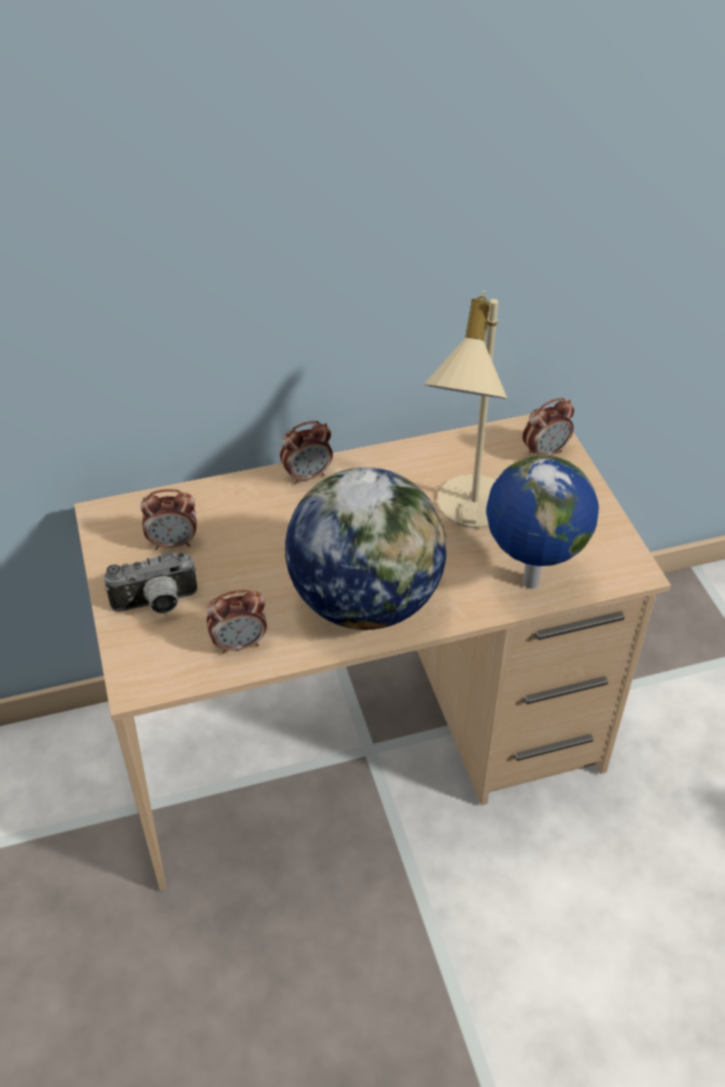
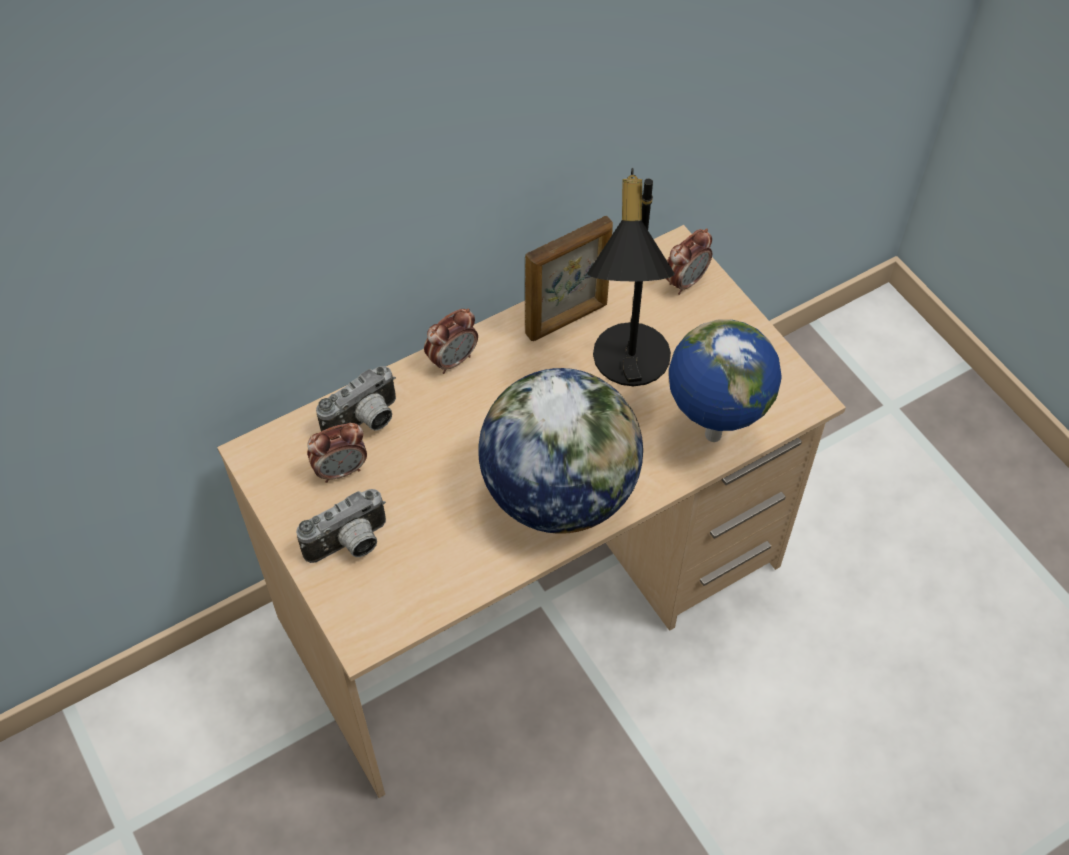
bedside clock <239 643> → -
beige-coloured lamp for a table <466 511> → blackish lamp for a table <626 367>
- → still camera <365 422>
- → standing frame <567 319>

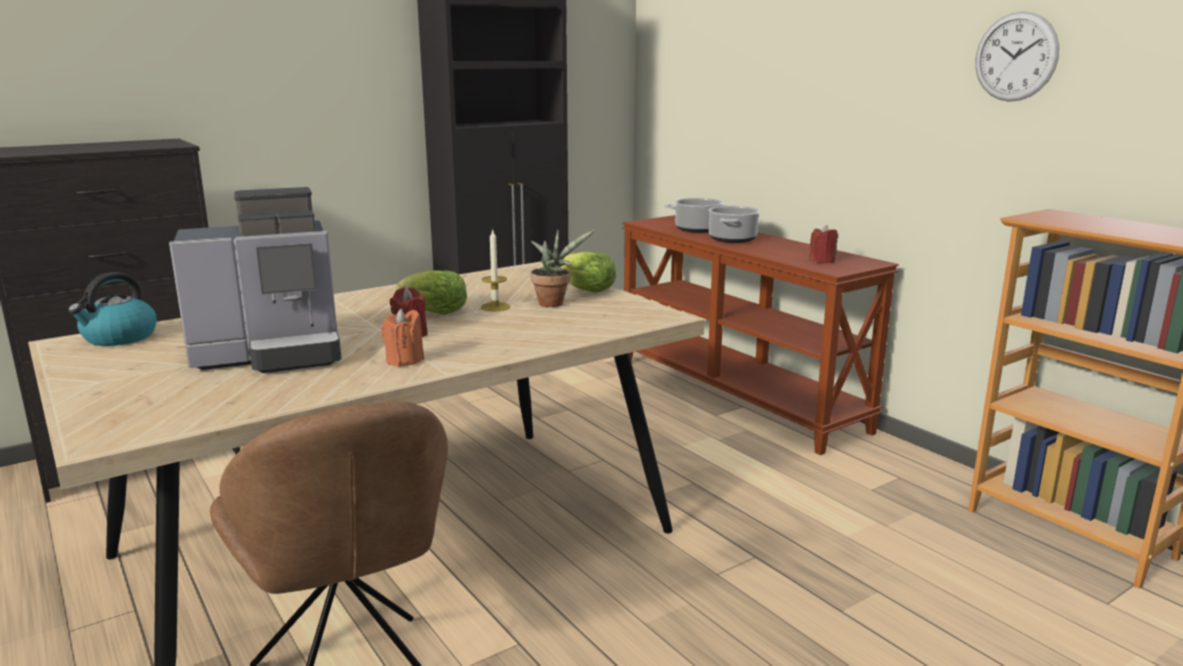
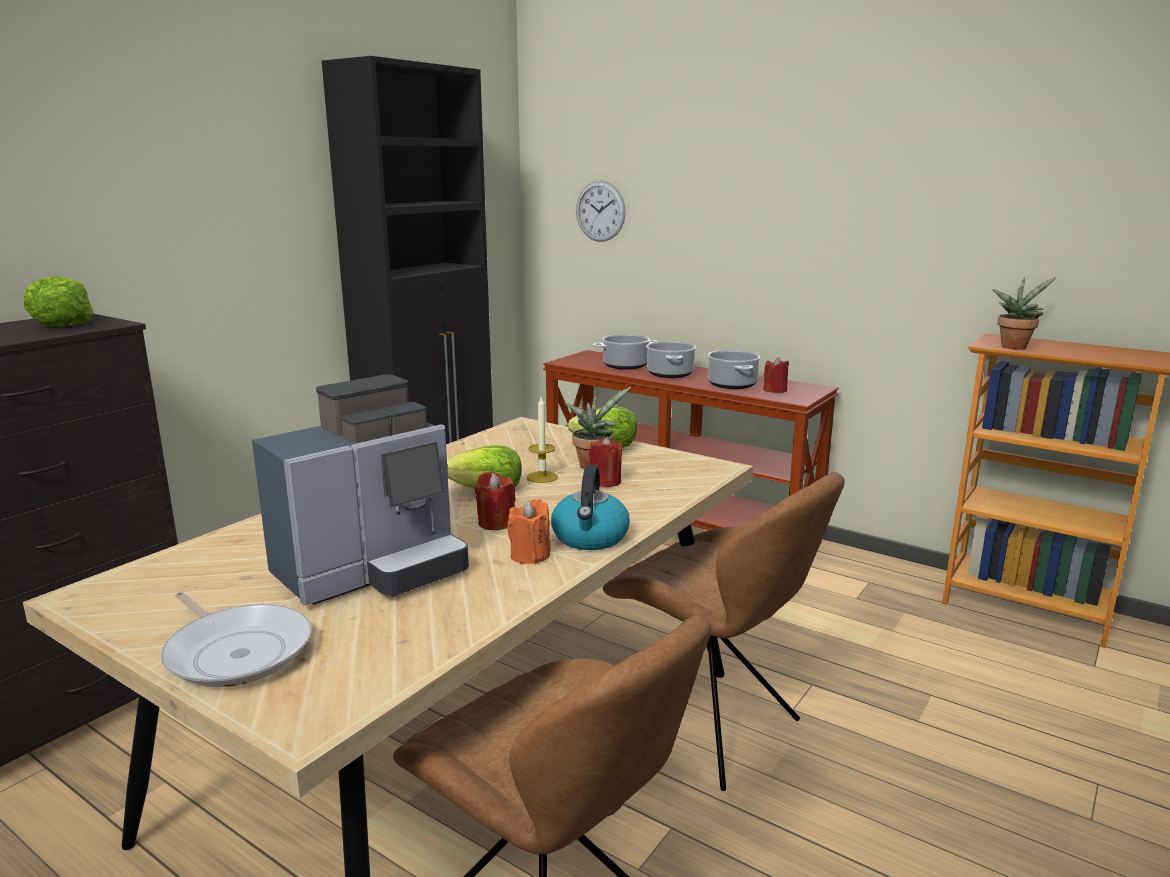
kettle <119 338> → kettle <590 538>, shifted
hanging clock <1015 57> → hanging clock <600 211>, shifted
- → lettuce head <63 323>
- → skillet <236 651>
- → red candle <605 481>
- → brown upright chair <709 727>
- → stockpot <731 384>
- → houseplant <1014 346>

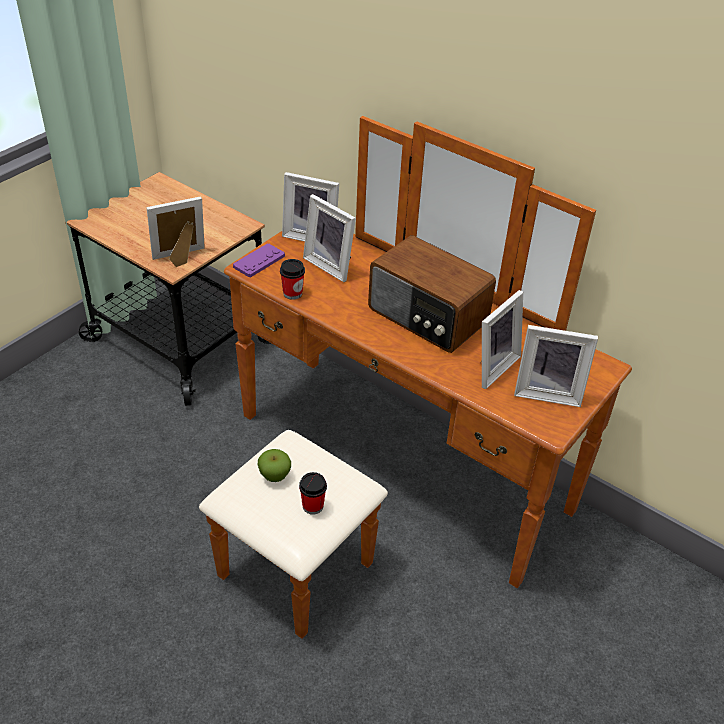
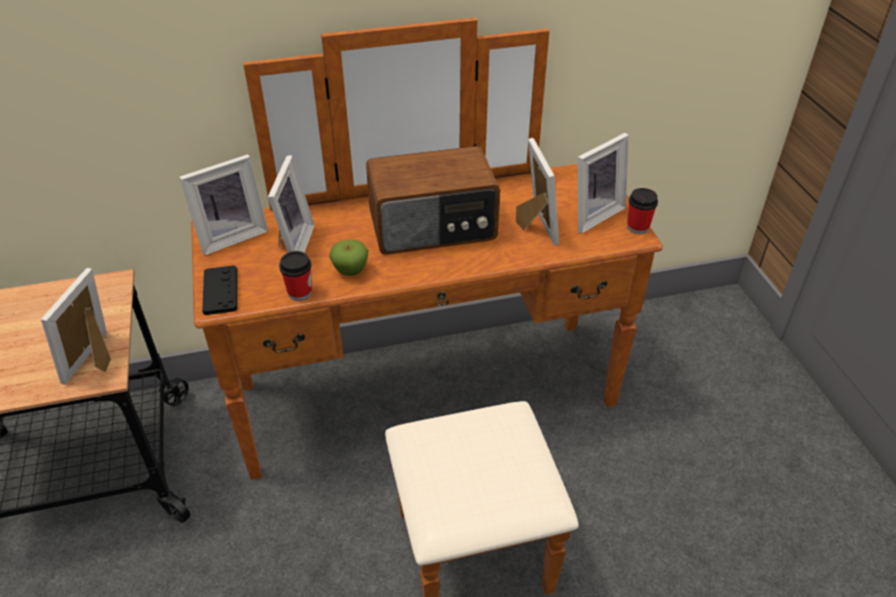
purplish joypad <259 261> → blackish joypad <220 291>
whole apple <274 476> → whole apple <350 271>, shifted
drinking cup <313 506> → drinking cup <637 227>, shifted
standing frame <331 265> → standing frame <291 245>, 75 degrees counterclockwise

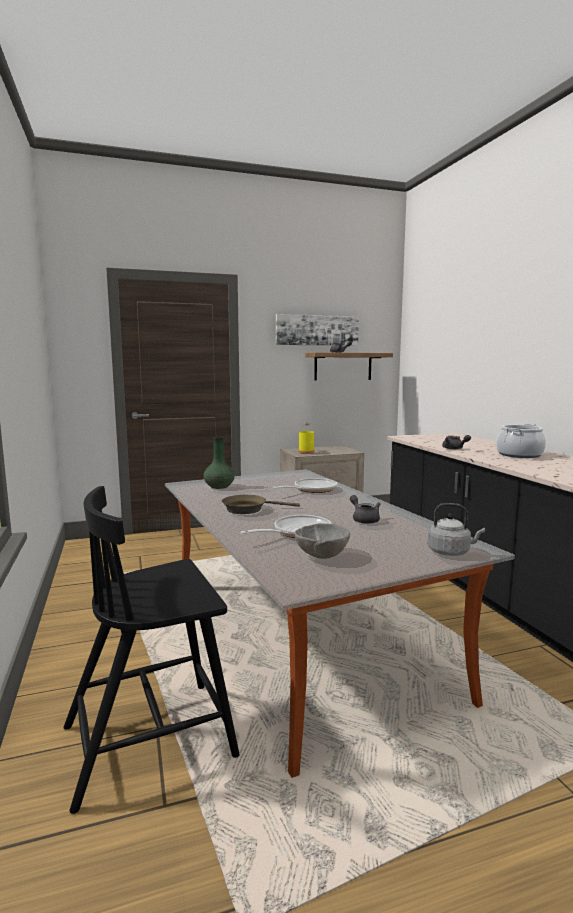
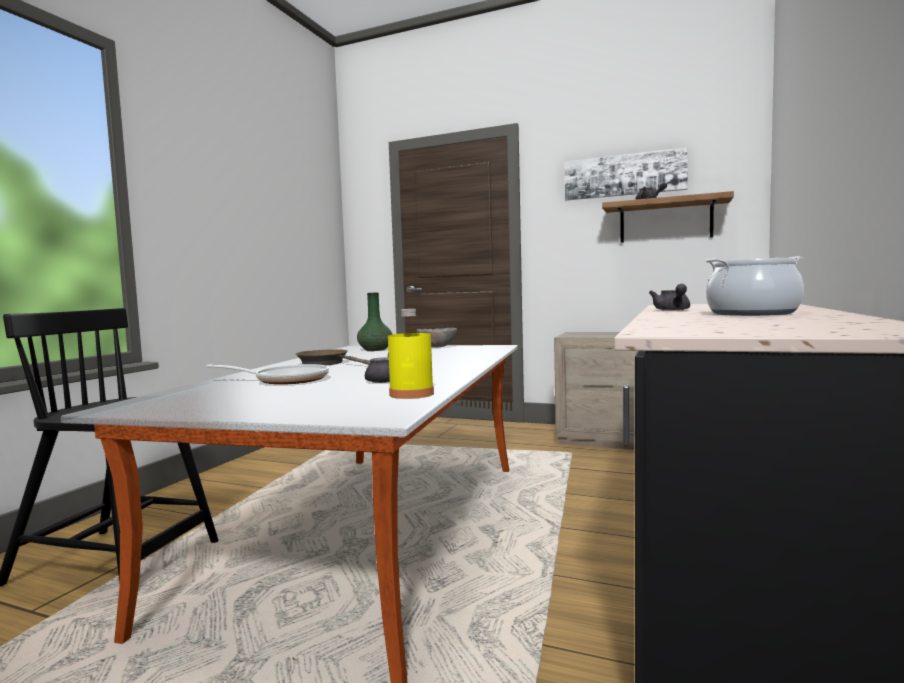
skillet <312 489> → -
gray bowl <322 556> → gray bowl <436 347>, shifted
yellowish drink bottle <306 452> → yellowish drink bottle <411 394>, shifted
gray kettle <451 552> → -

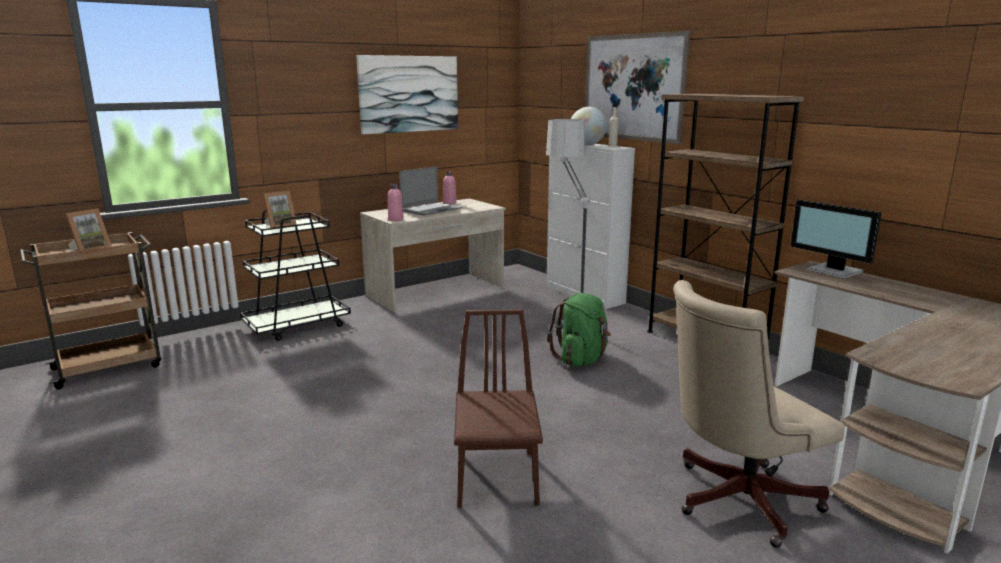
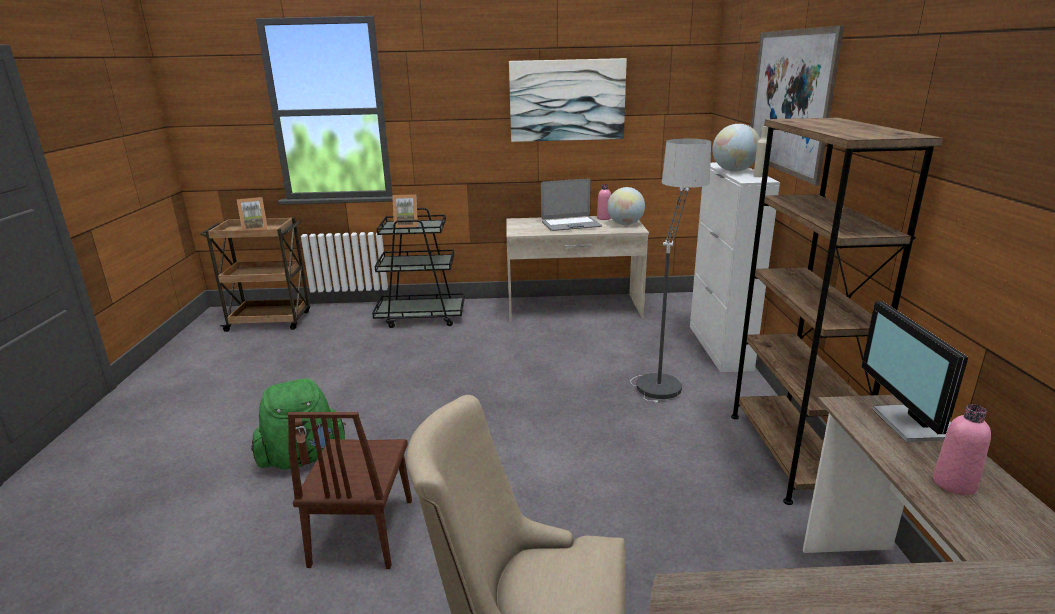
pink-coloured drink bottle <395 219> → pink-coloured drink bottle <954 484>, shifted
brown upright chair <496 478> → brown upright chair <362 531>, 150 degrees clockwise
green backpack <581 359> → green backpack <303 458>, shifted
- → globe <625 224>

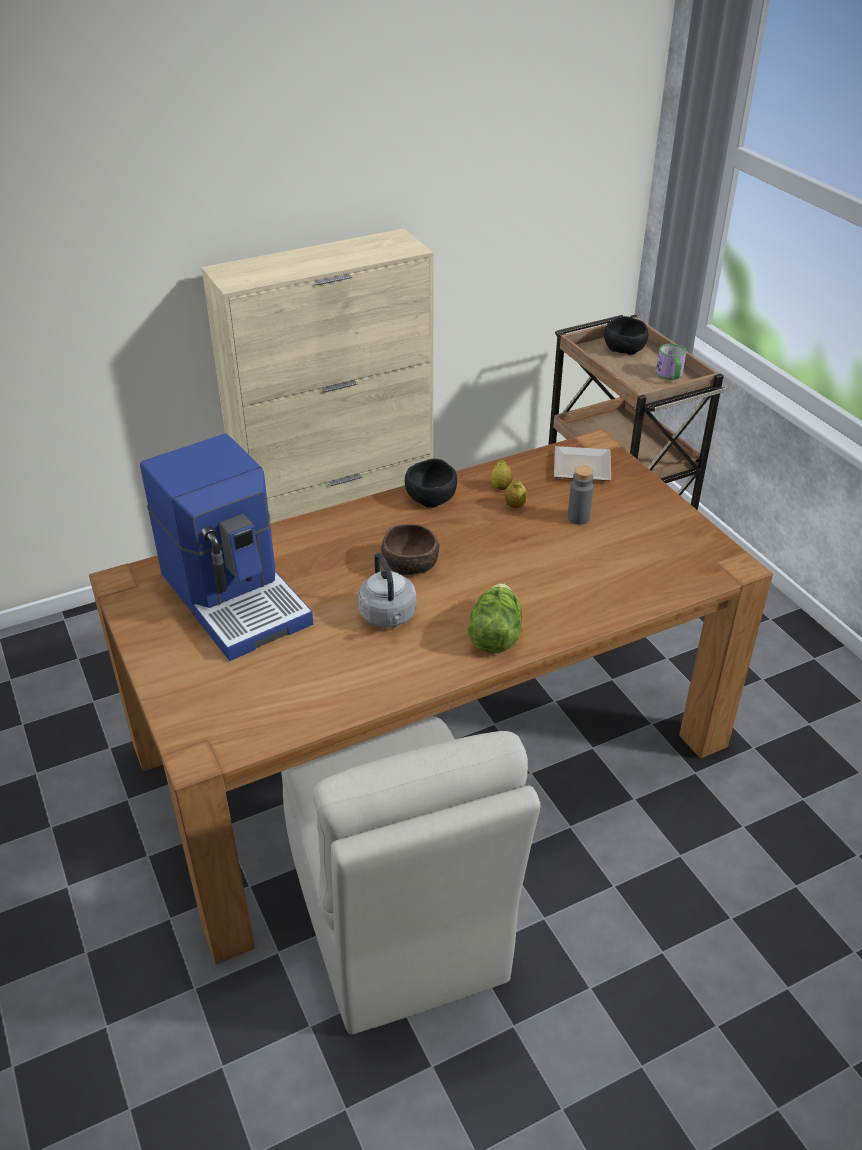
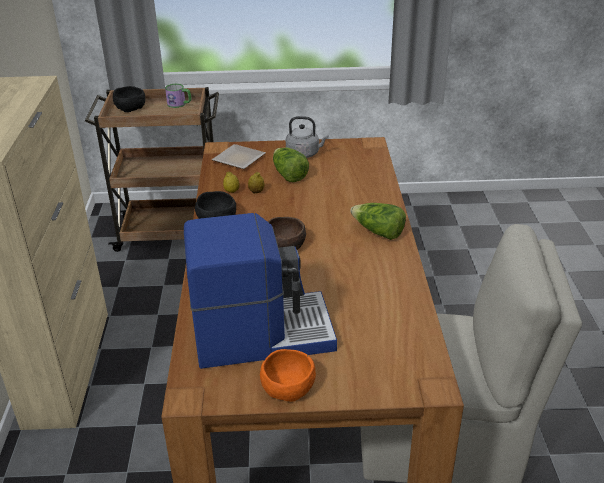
gray kettle <388 617> → gray kettle <304 154>, shifted
gray drink bottle <578 518> → lettuce head <288 175>
- → orangey bowl <289 387>

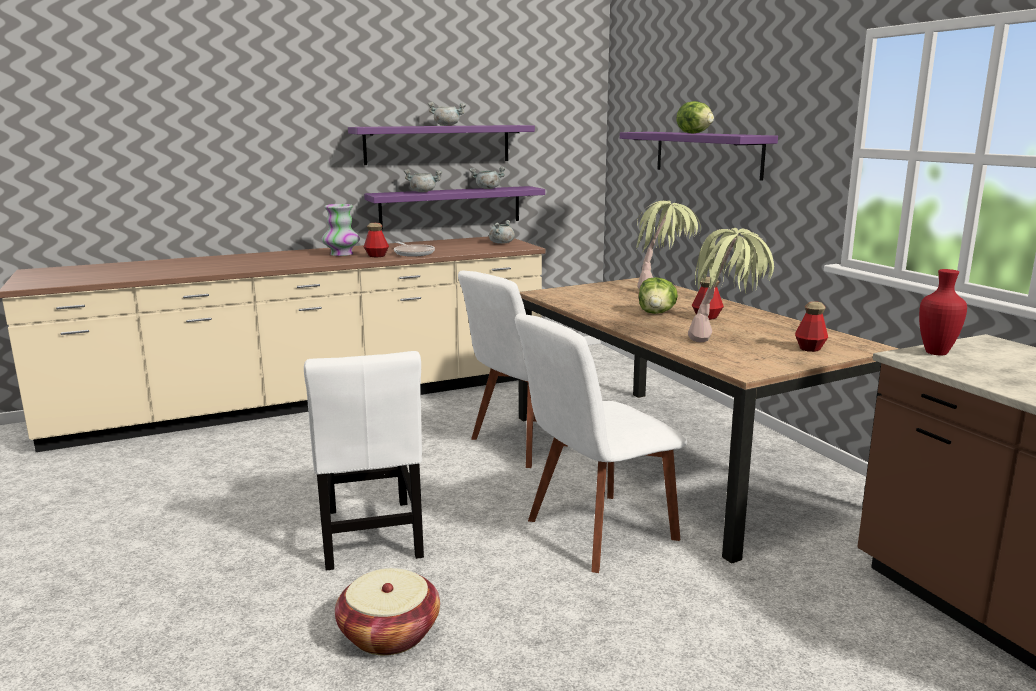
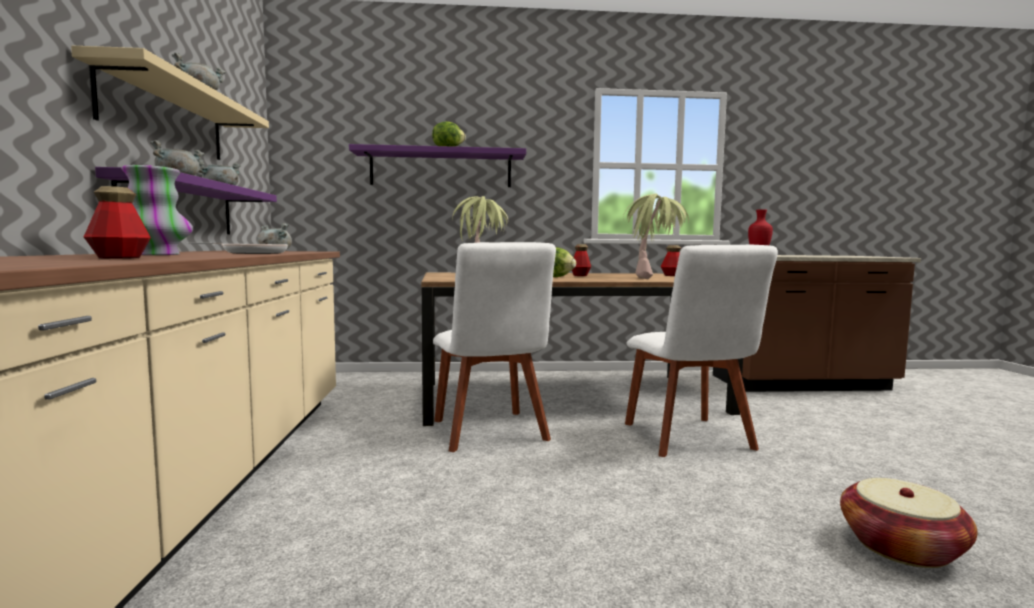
white-coloured upright chair <371 537> → -
purplish wall shelf <437 144> → beige-coloured wall shelf <166 117>
drink bottle <376 256> → drink bottle <119 258>, shifted

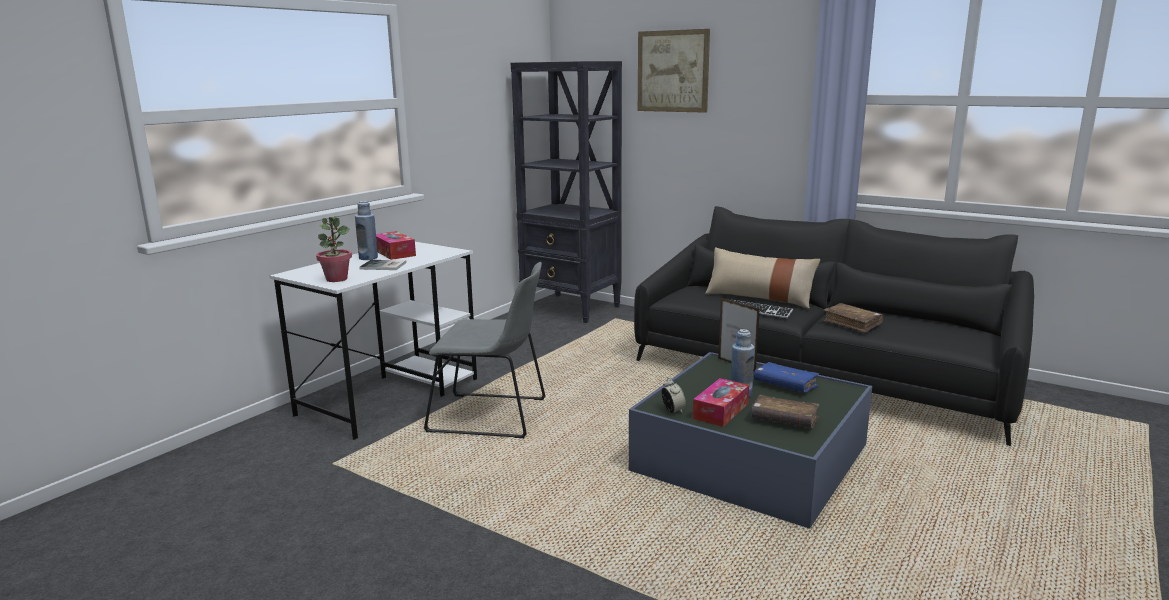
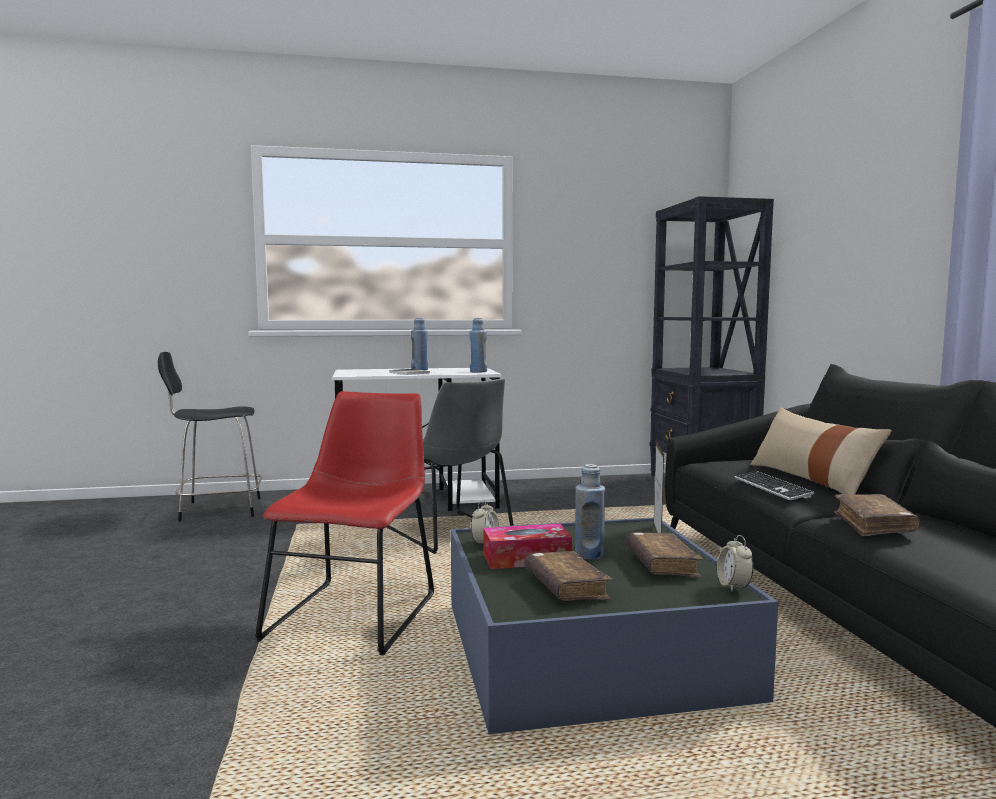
houseplant <336 279> → -
tissue box <394 253> → -
picture <673 71> → -
bluish volume <785 385> → brown volume <662 565>
- → blackish upright chair <217 509>
- → red upright chair <356 613>
- → bluish drink bottle <478 371>
- → bedside clock <733 586>

